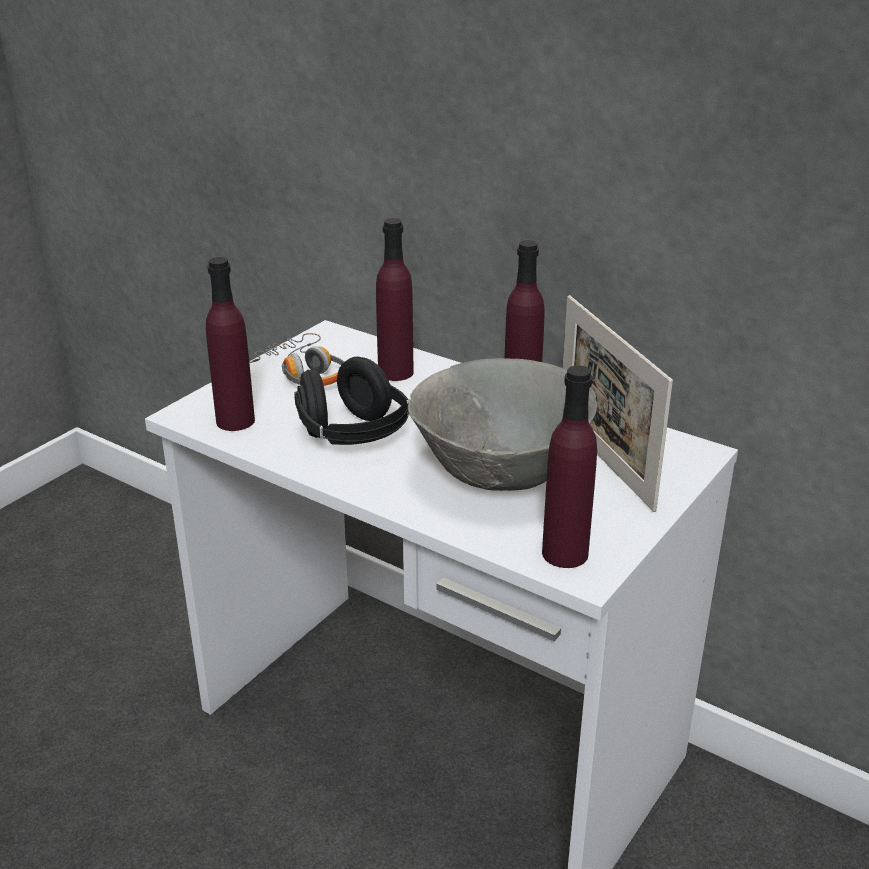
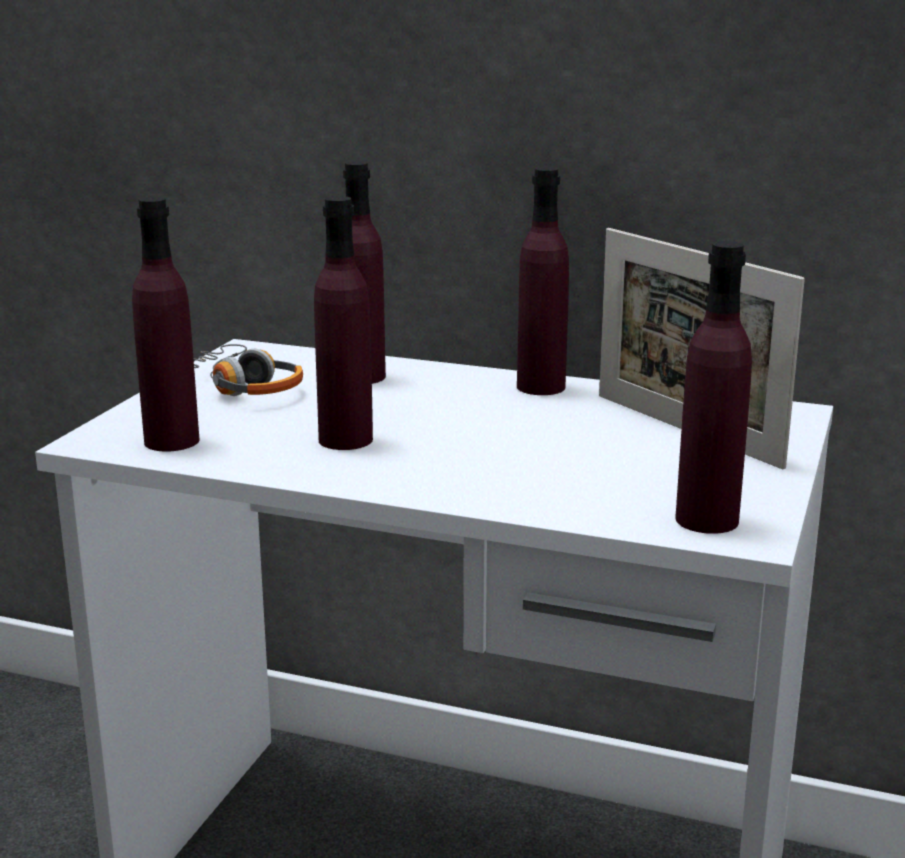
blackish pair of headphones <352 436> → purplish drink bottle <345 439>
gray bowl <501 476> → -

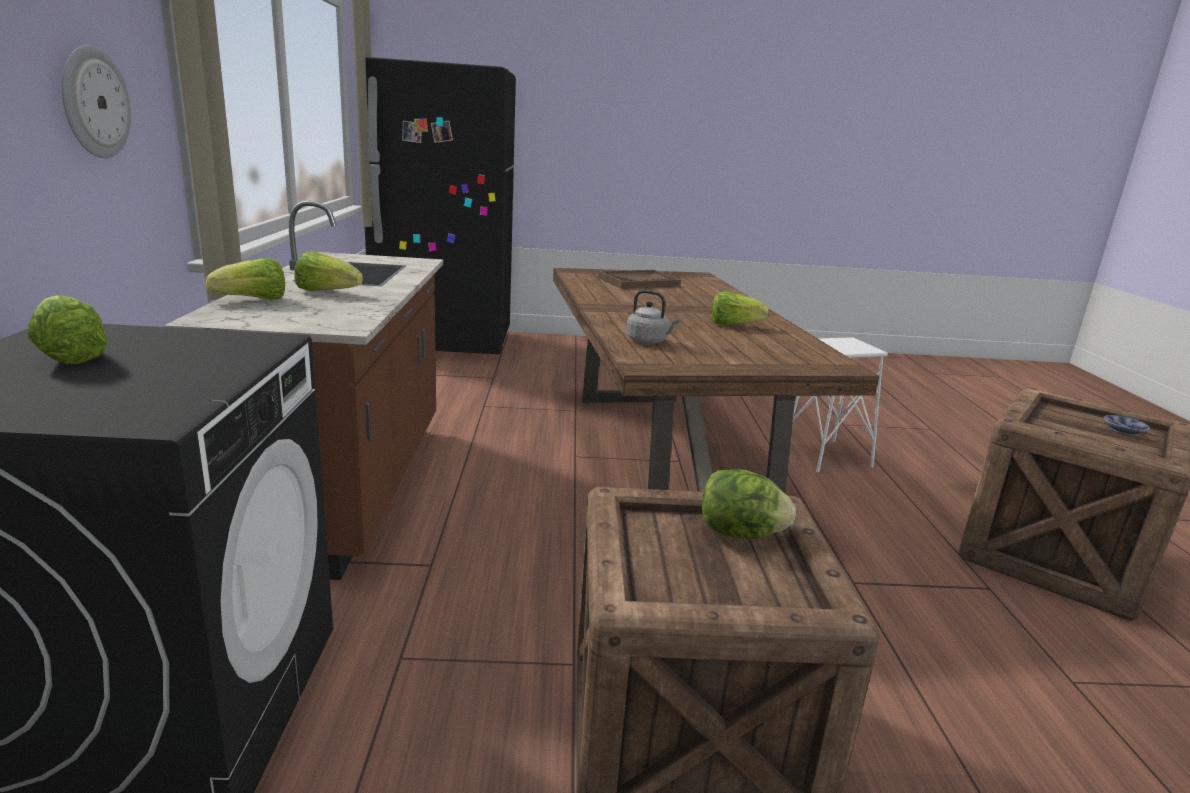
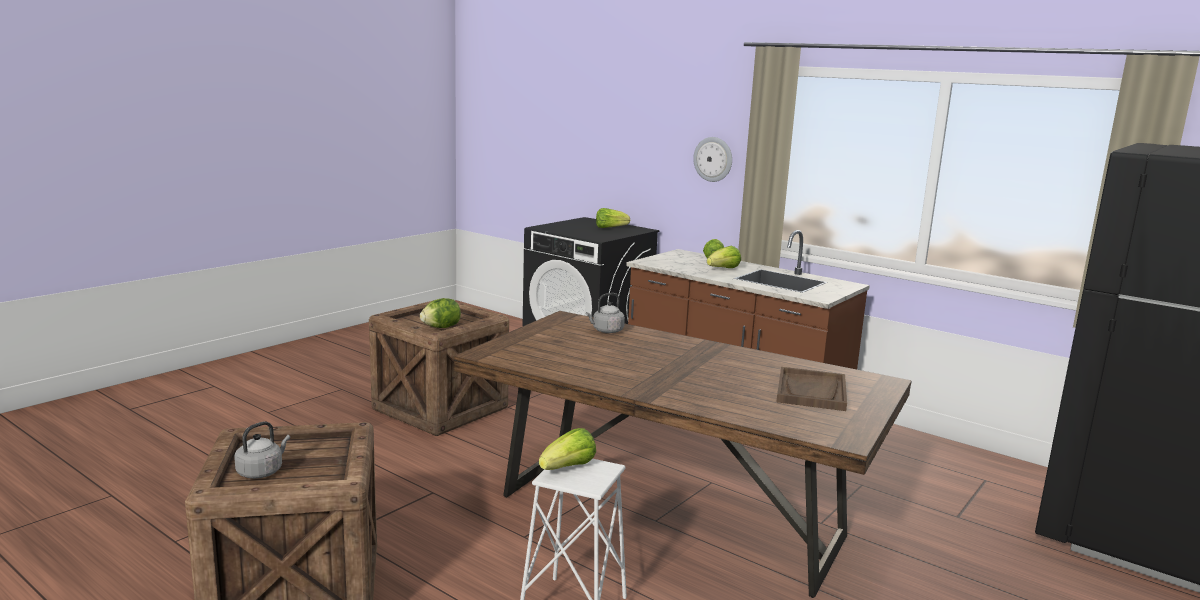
lettuce head <733 325> → lettuce head <568 468>, shifted
bowl <1123 431> → gray kettle <262 471>

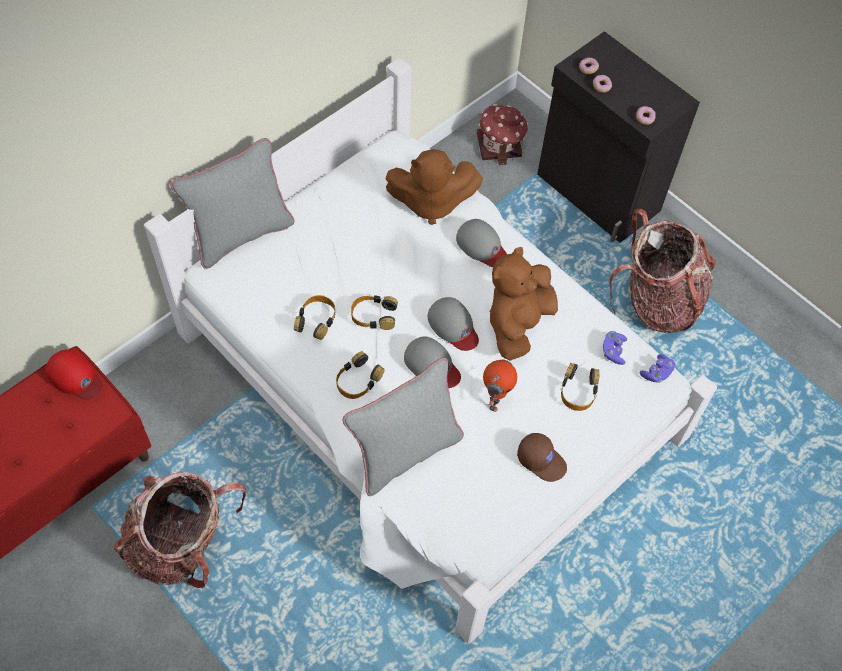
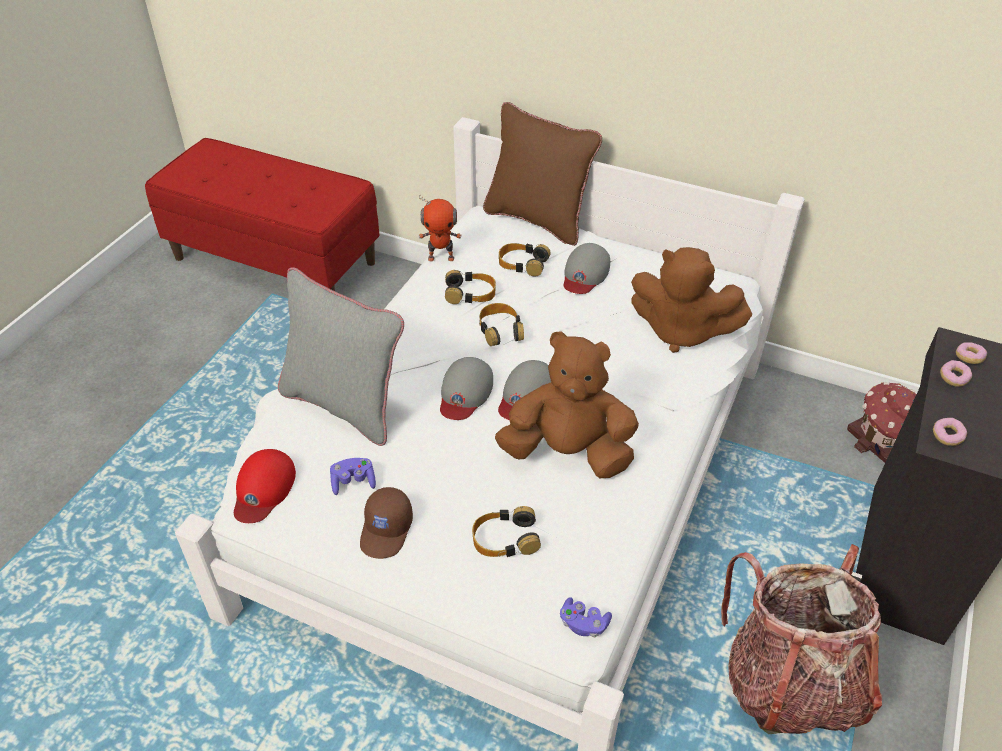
red baseball cap <75 377> → red baseball cap <263 489>, shifted
backpack <183 544> → -
gray cushion <241 234> → brown cushion <537 220>
pair of headphones <358 380> → pair of headphones <522 264>, shifted
brown cuddly toy <431 202> → brown cuddly toy <681 331>, 45 degrees counterclockwise
gray baseball cap <482 246> → gray baseball cap <585 273>, shifted
toy robot <495 399> → toy robot <441 257>, shifted
purplish joypad <613 351> → purplish joypad <353 482>, shifted

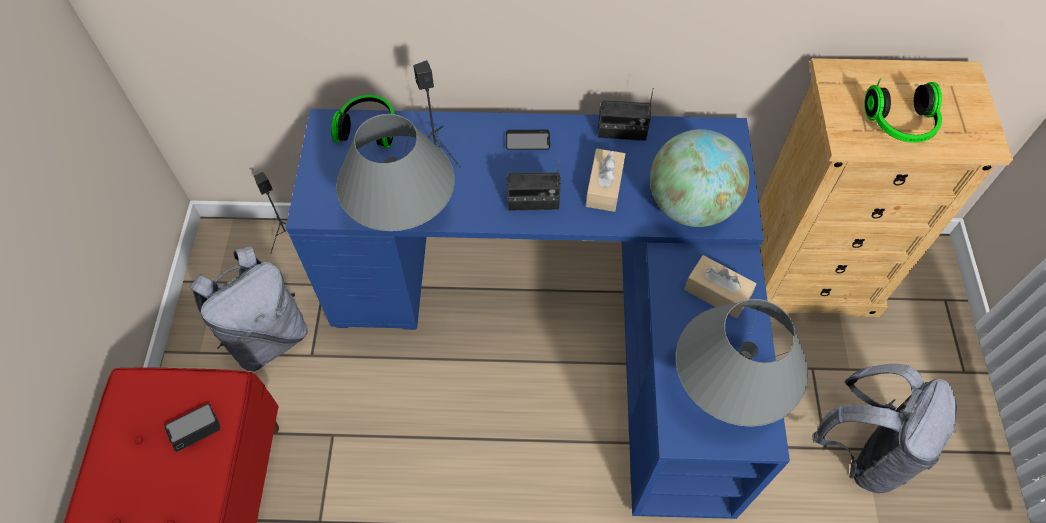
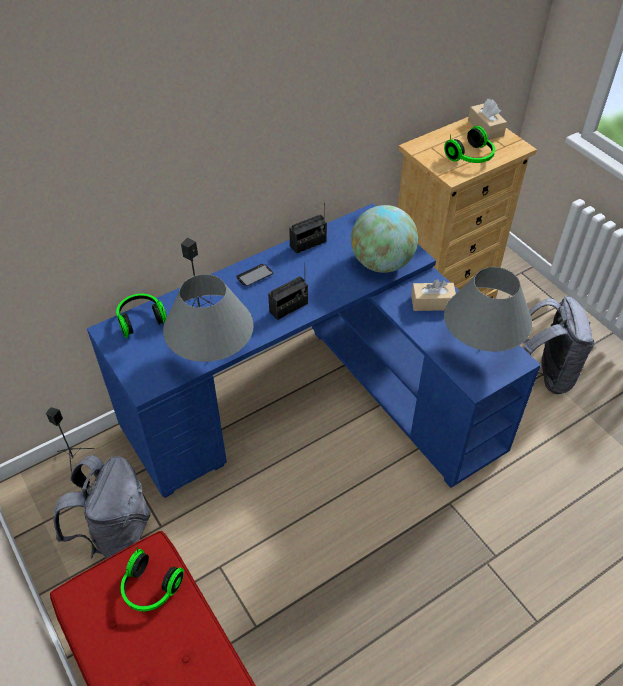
handset <193 428> → pair of headphones <150 589>
beige-coloured tissue box <604 187> → beige-coloured tissue box <485 128>, shifted

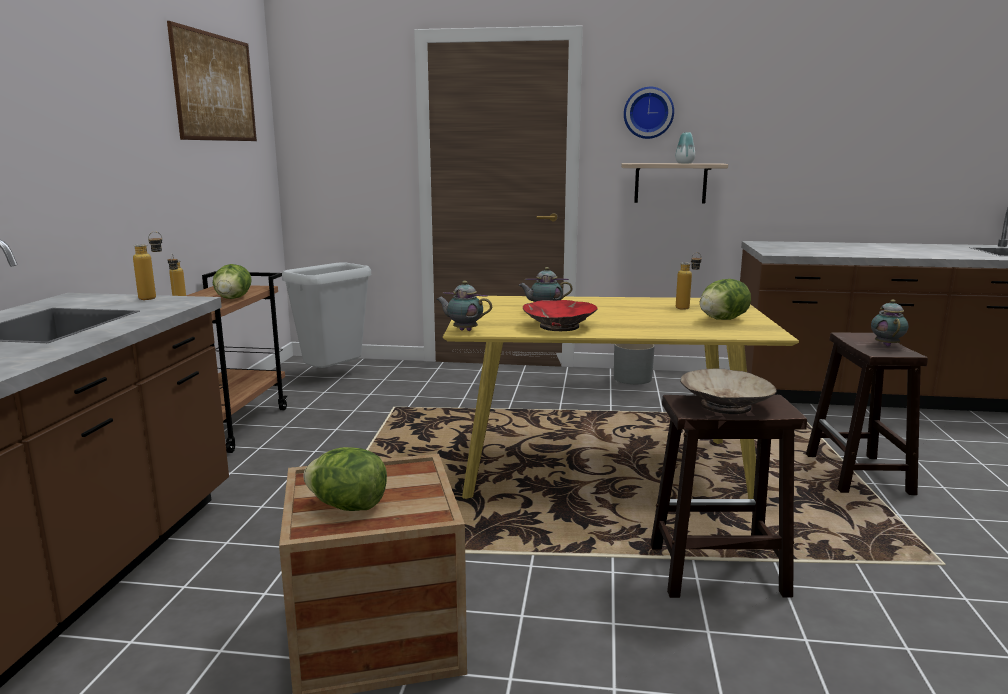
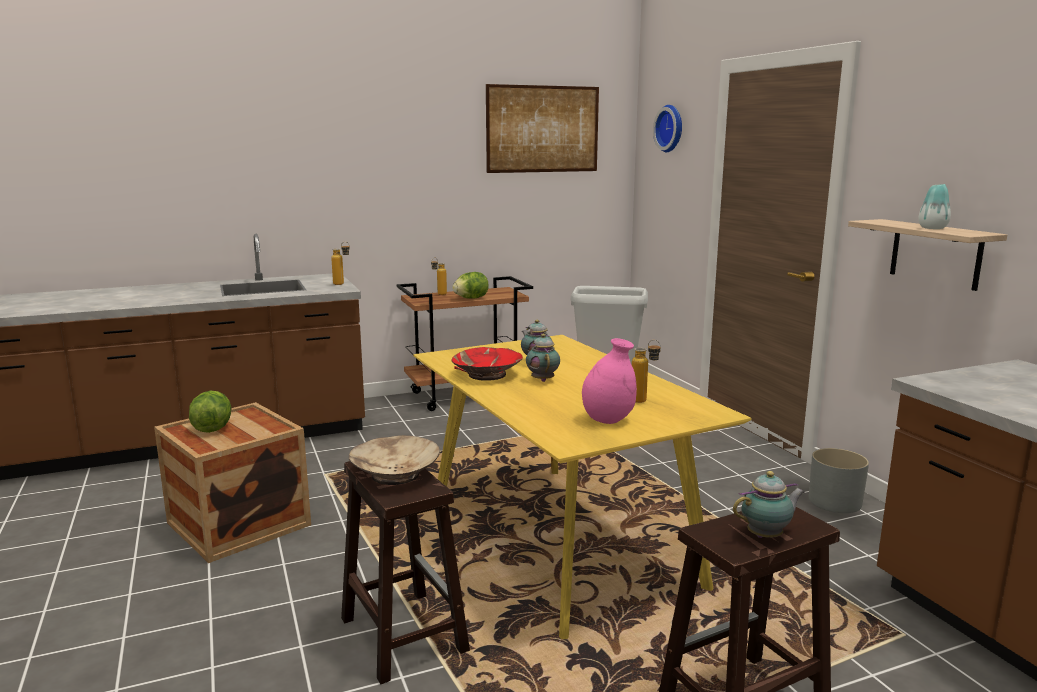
pot for tea <463 330> → pot for tea <542 380>, shifted
hanging clock <648 113> → hanging clock <671 128>, shifted
lettuce head <722 319> → pink-coloured vase <608 420>

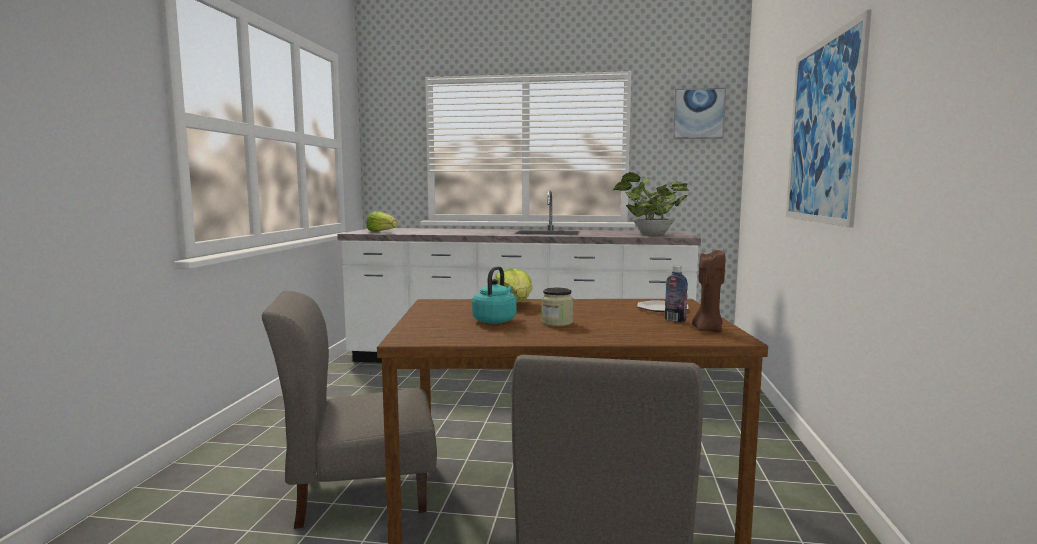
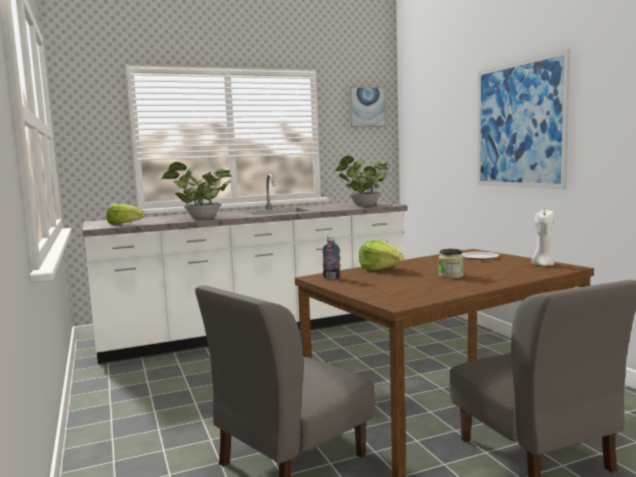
turquoise kettle <495 320> → -
drink bottle <675 320> → drink bottle <332 278>, shifted
brown candle <707 329> → white-coloured candle <542 265>
- → houseplant <200 219>

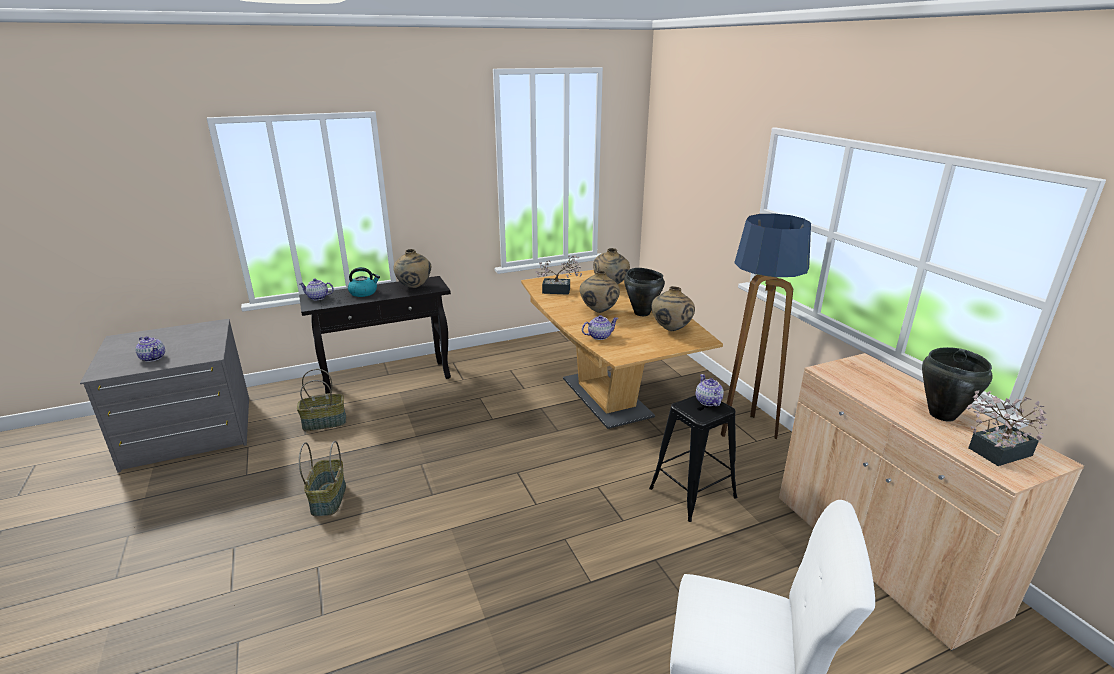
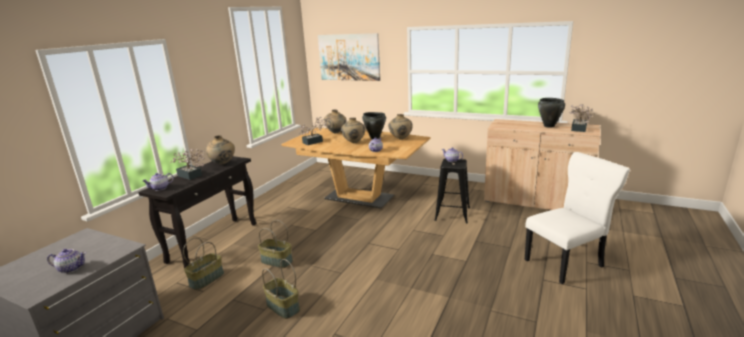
kettle <364 292> → houseplant <191 176>
standard lamp <745 431> → -
- → storage basket <276 261>
- → picture <349 57>

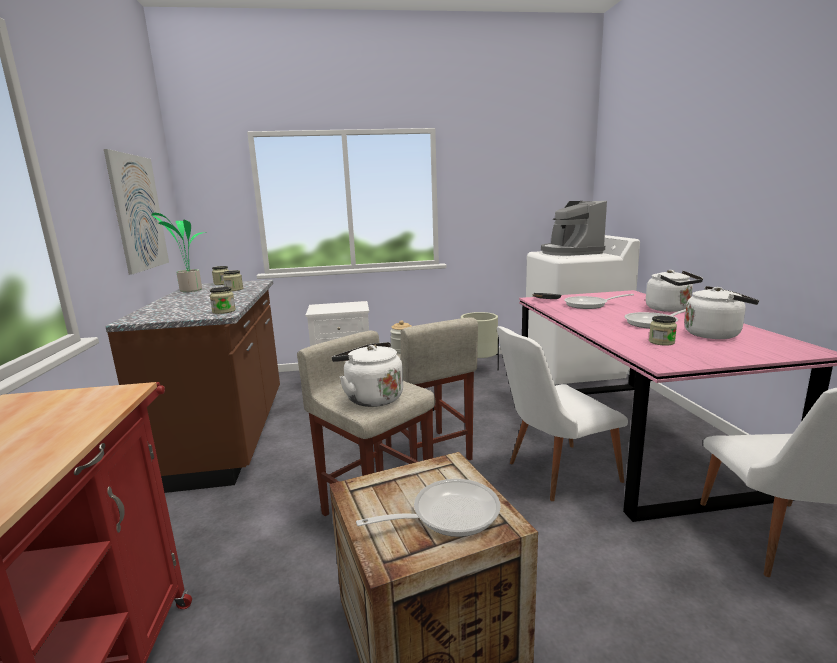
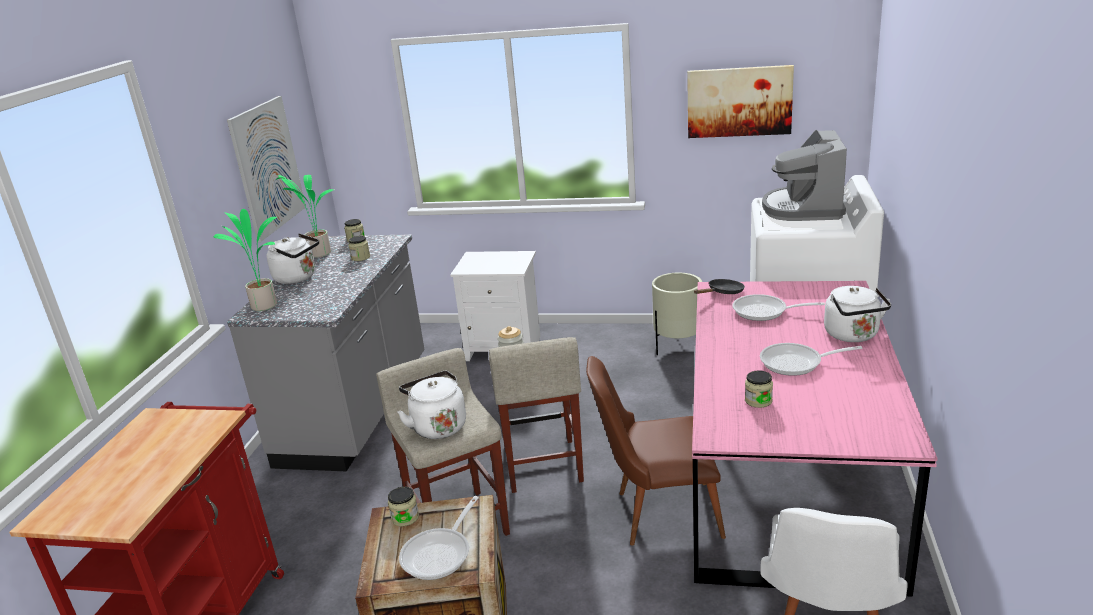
brown counter <229 436> → gray counter <358 411>
preserve jar <224 311> → preserve jar <405 517>, shifted
skillet <447 514> → skillet <440 553>, 120 degrees clockwise
white-coloured upright chair <553 473> → brown upright chair <657 513>
white-coloured kettle <715 334> → white-coloured kettle <298 278>, shifted
- → houseplant <265 305>
- → picture <739 101>

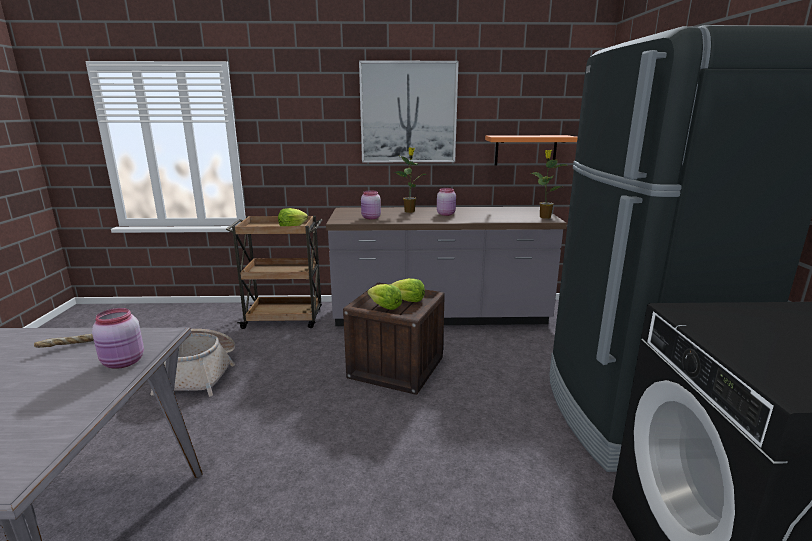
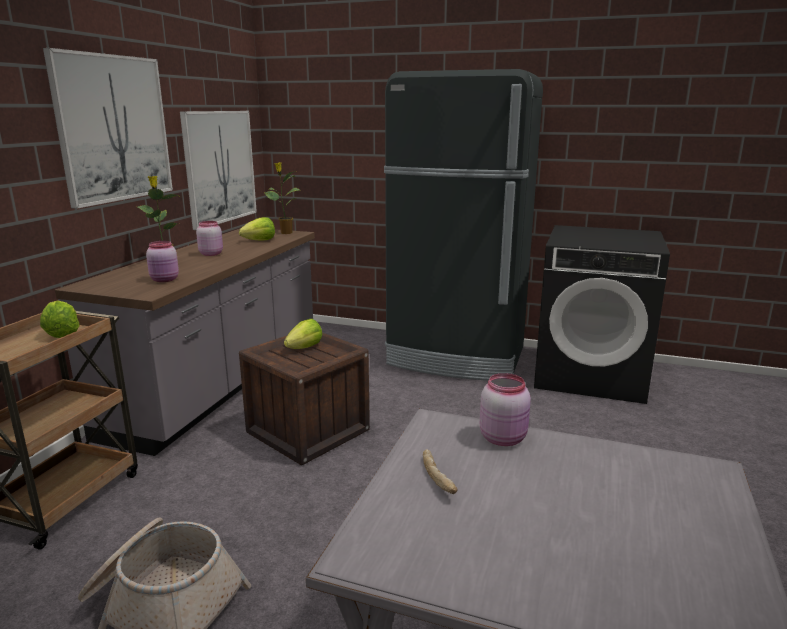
lettuce head <385 307> → lettuce head <260 240>, shifted
orangey wall shelf <525 150> → picture <220 167>

